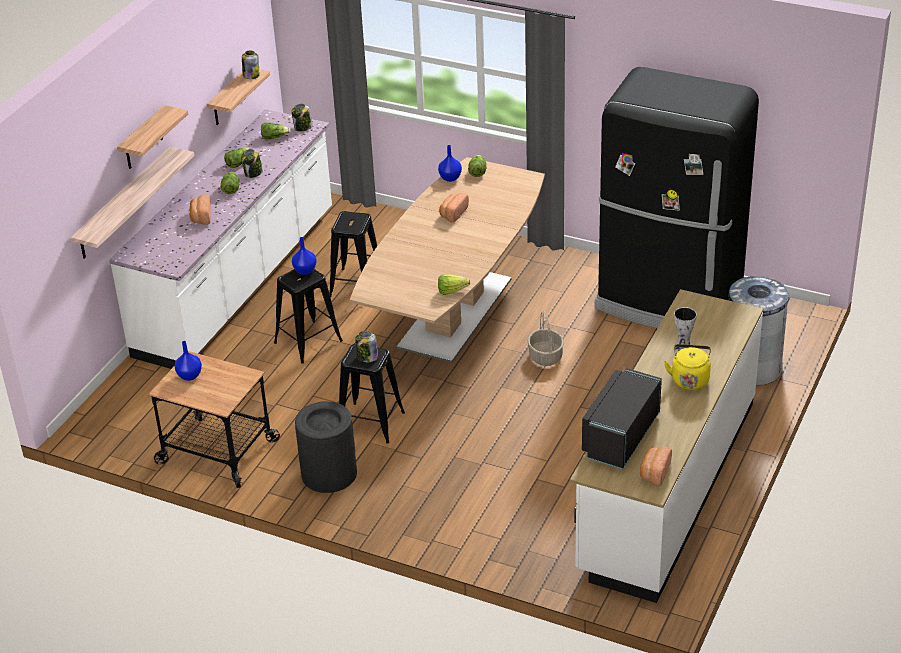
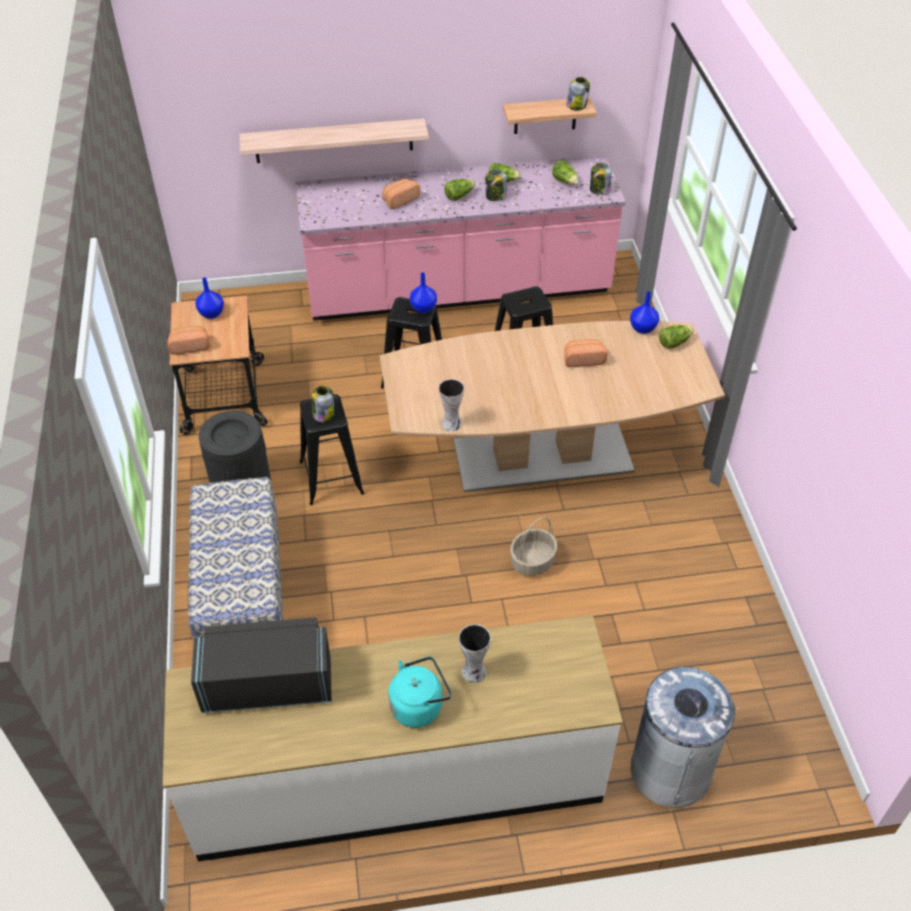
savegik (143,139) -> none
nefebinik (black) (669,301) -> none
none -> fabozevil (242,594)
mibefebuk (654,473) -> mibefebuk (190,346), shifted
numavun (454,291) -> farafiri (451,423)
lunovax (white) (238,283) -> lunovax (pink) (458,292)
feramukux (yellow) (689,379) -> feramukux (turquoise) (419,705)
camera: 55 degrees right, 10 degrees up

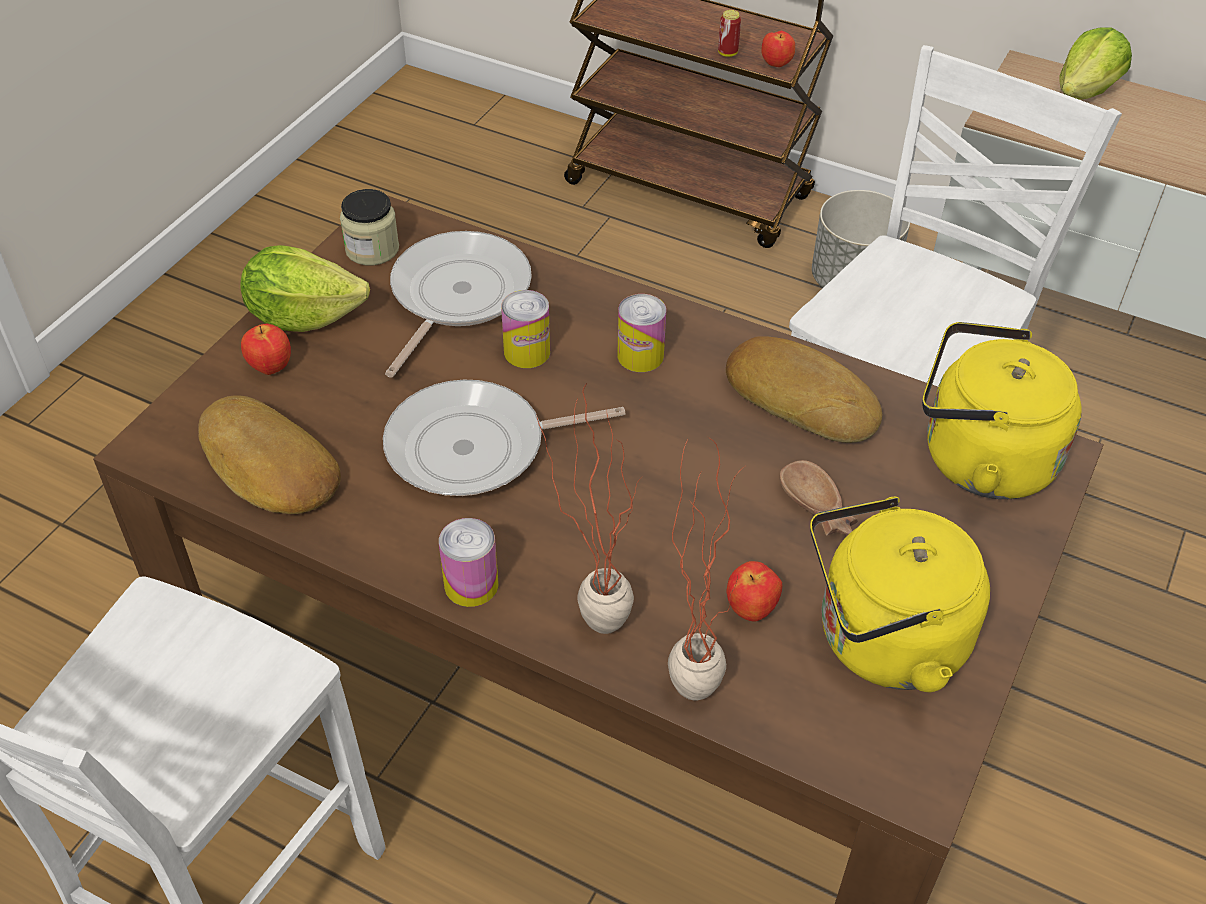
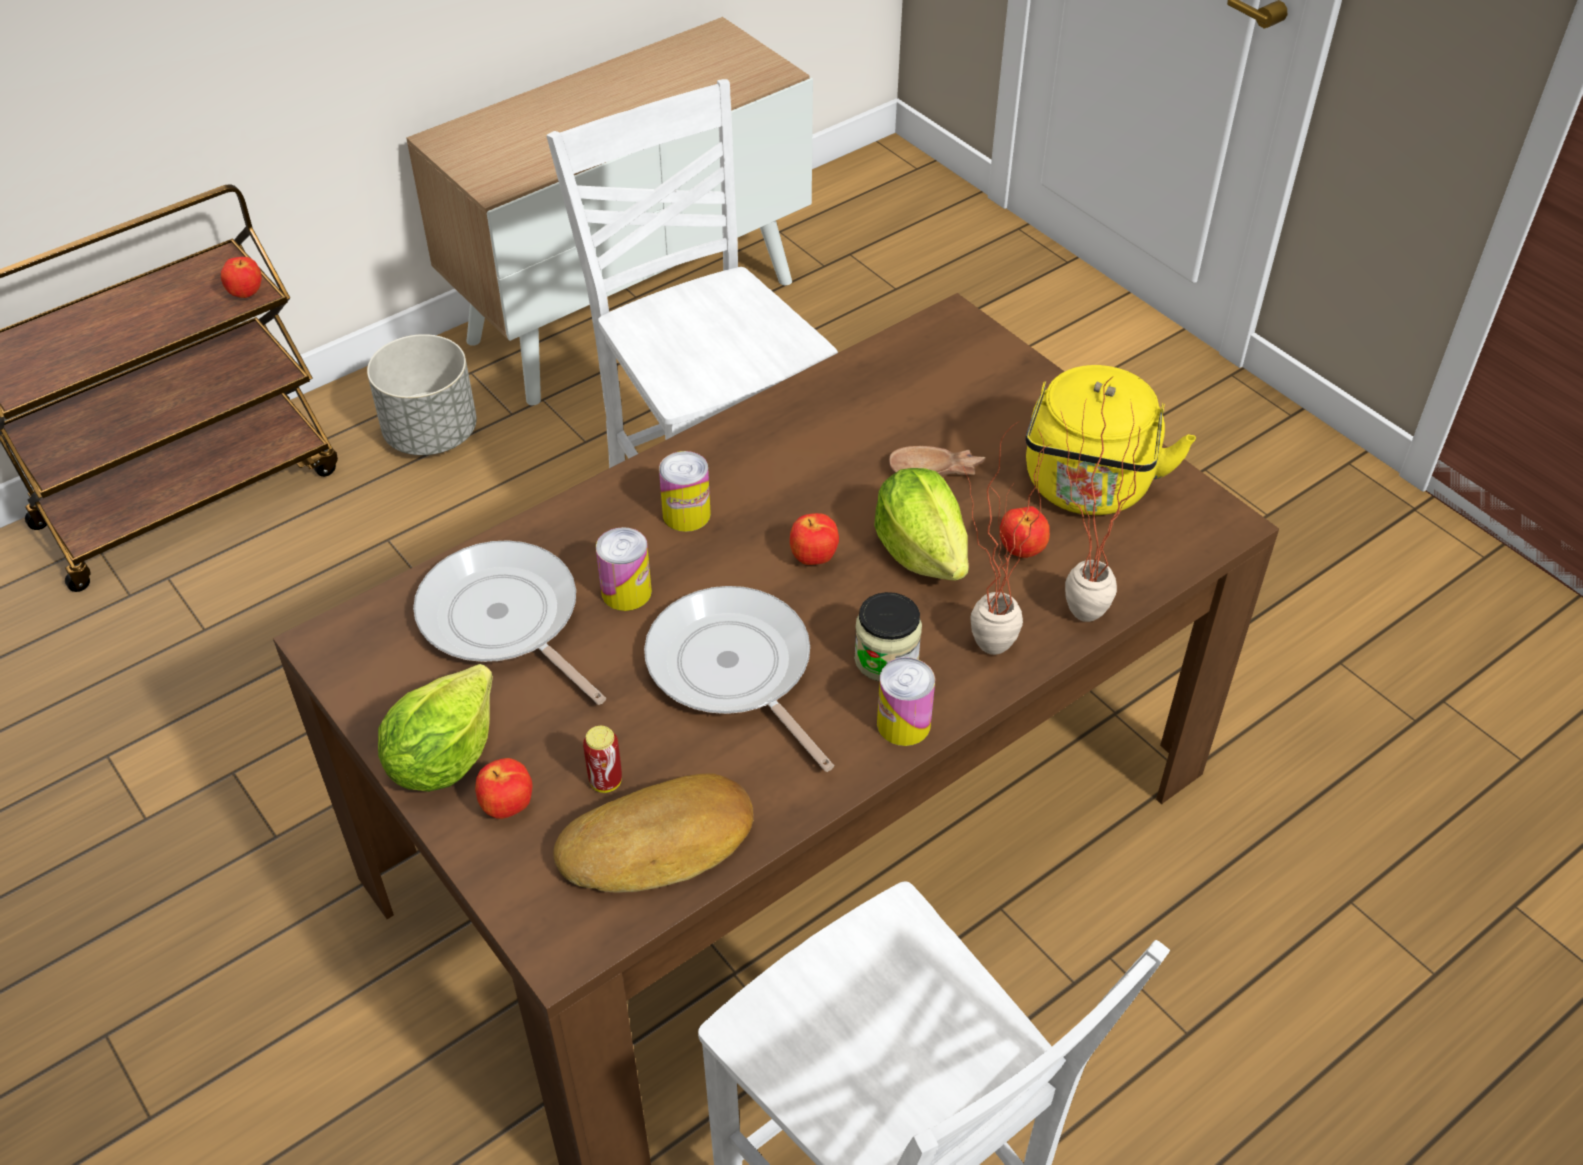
mibefebuk (802,397) -> none
feramukux (yellow) (978,459) -> none
none -> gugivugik (813,559)
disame (372,249) -> disame (886,659), shifted
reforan (727,53) -> reforan (606,781), shifted
numavun (1086,92) -> numavun (921,551), shifted
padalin (475,448) -> padalin (733,670), 135 degrees clockwise
camera: 65 degrees left, 0 degrees up

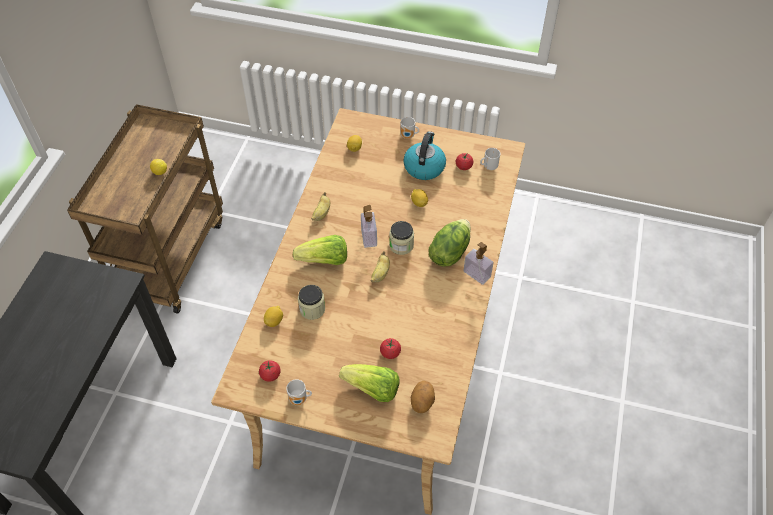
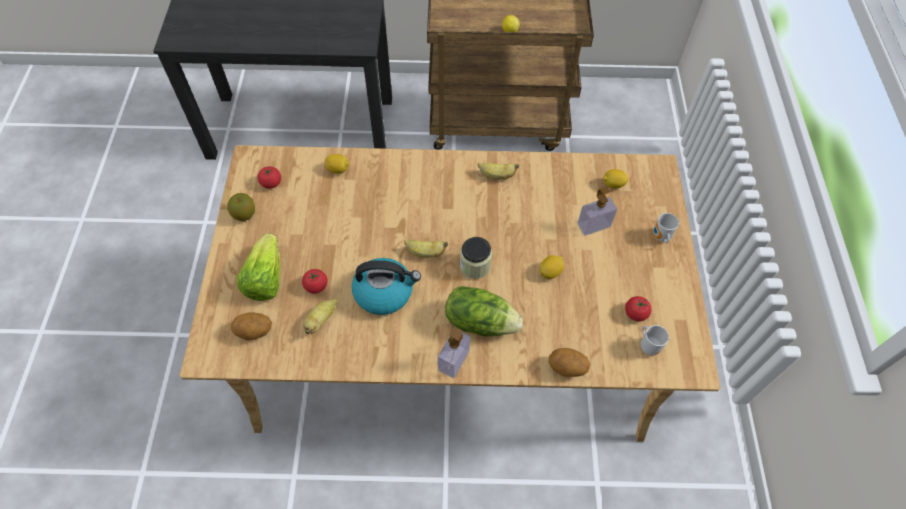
numavun (324,261) -> none
disame (312,309) -> none
none -> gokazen (321,320)
none -> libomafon (566,368)
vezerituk (369,237) -> vezerituk (593,225), shifted
feramukux (424,166) -> feramukux (384,292), shifted
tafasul (299,400) -> gugivugik (244,215)
camera: 75 degrees right, 5 degrees up

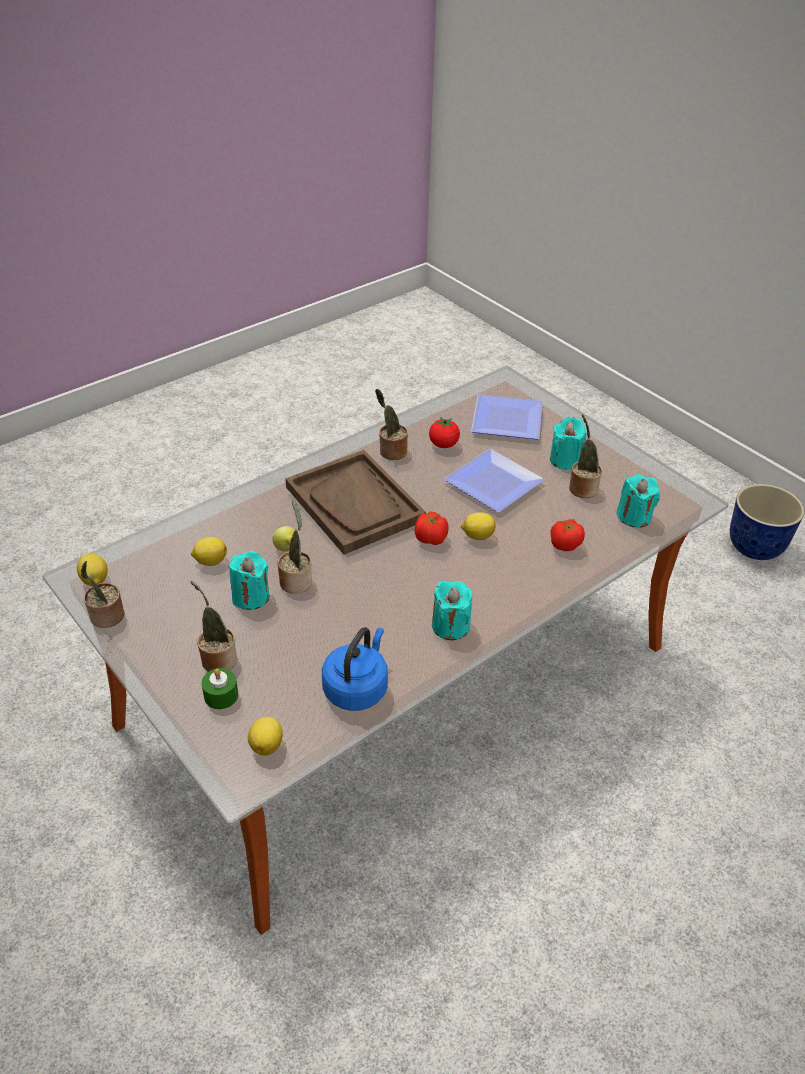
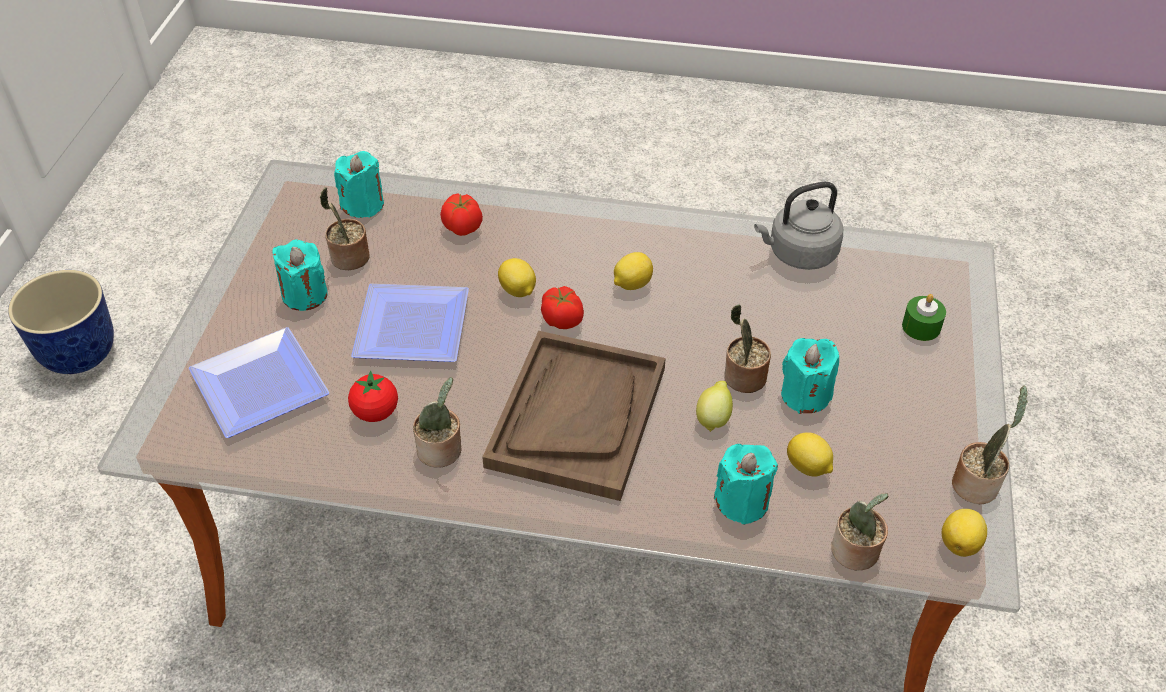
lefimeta (217,659) -> lefimeta (855,553), shifted
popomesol (267,745) -> popomesol (631,284), shifted
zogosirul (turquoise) (450,626) -> zogosirul (turquoise) (742,502), shifted
feramukux (blue) (357,688) -> feramukux (grey) (799,254)
camera: 130 degrees left, 5 degrees up

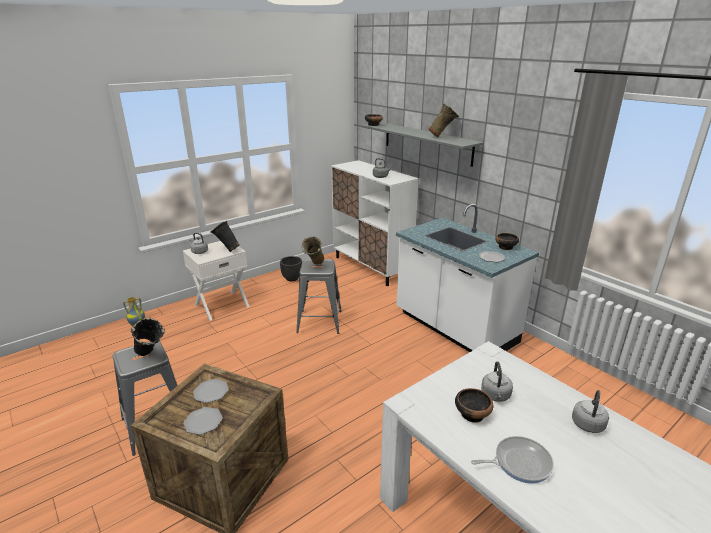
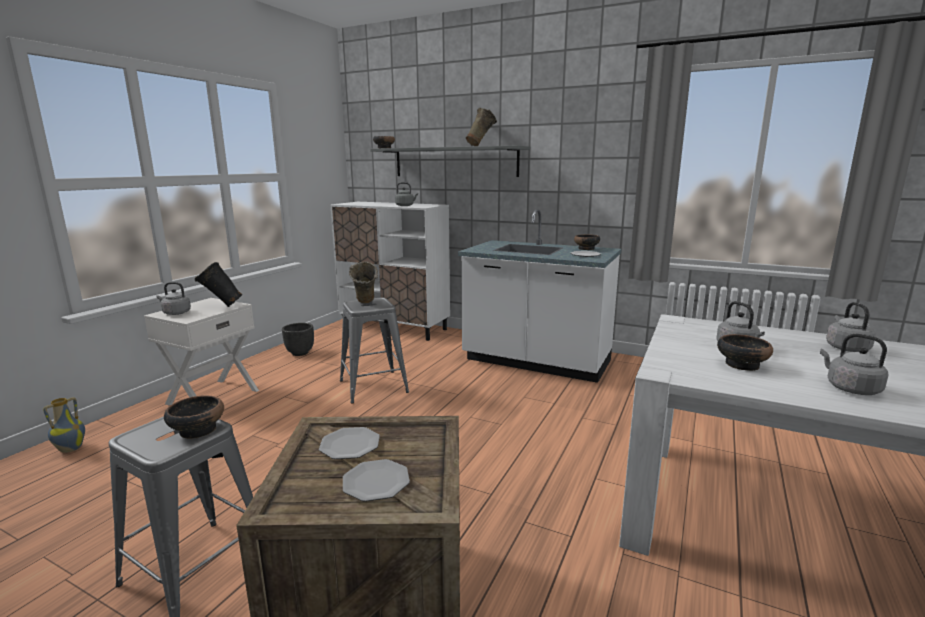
farafiri (black) (151,358) -> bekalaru (197,430)
padalin (519,462) -> feramukux (grey) (850,388)
camera: 25 degrees left, 10 degrees down

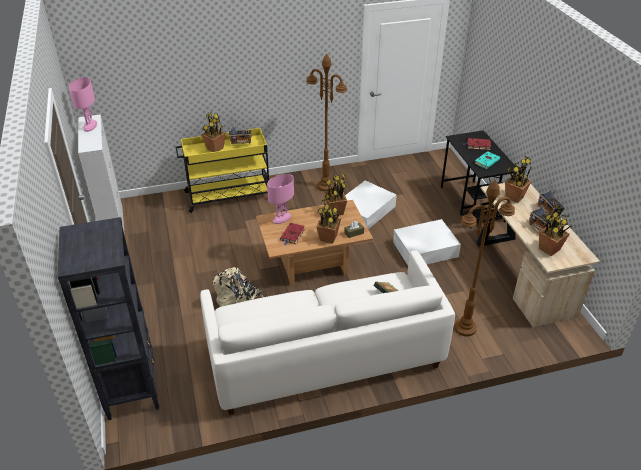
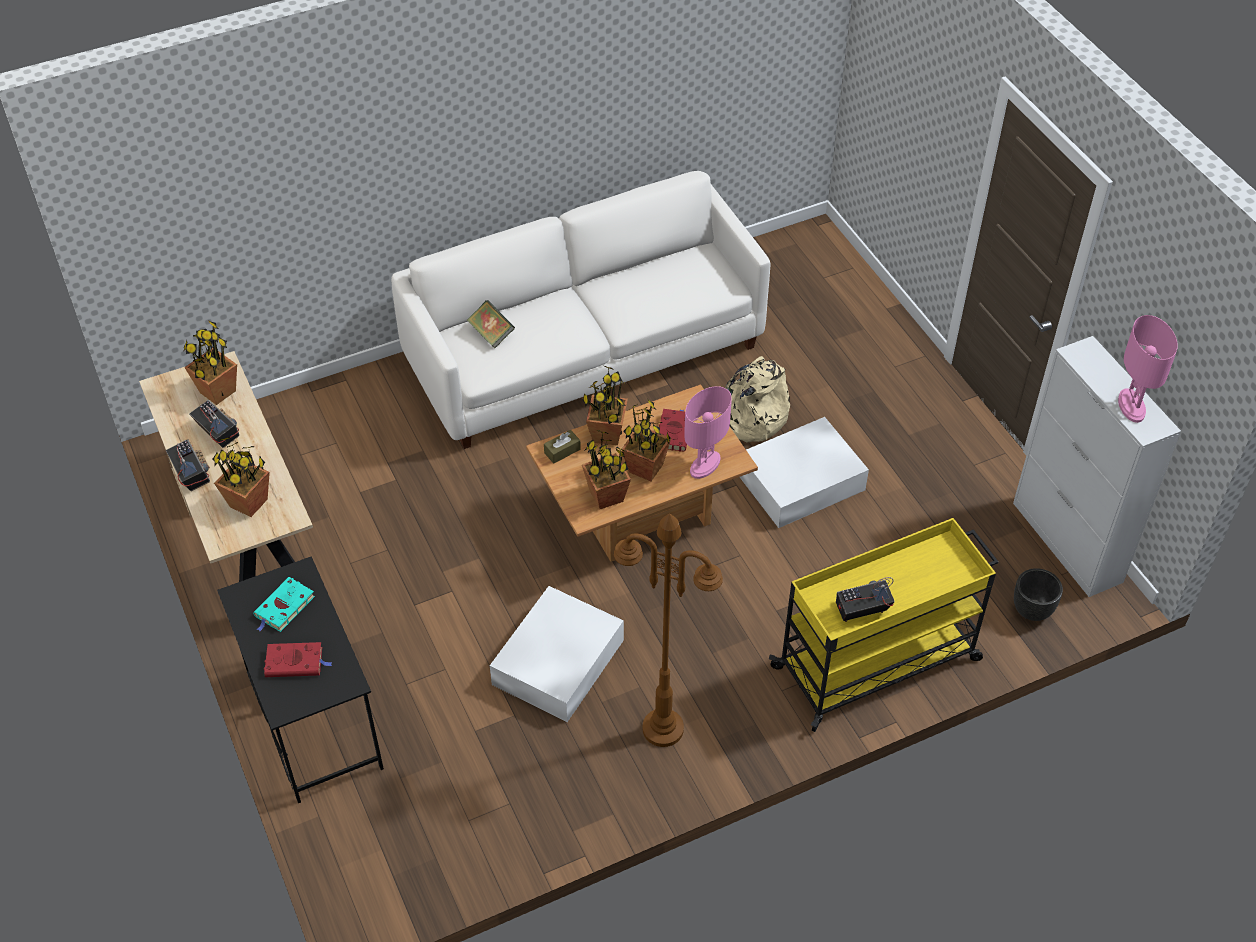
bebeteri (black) (132,388) -> none
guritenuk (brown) (465,328) -> none
none -> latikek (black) (1032,611)
lefimeta (214,148) -> lefimeta (646,468), shifted
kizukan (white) (424,249) -> kizukan (white) (802,481), shifted
camera: 170 degrees right, 10 degrees up

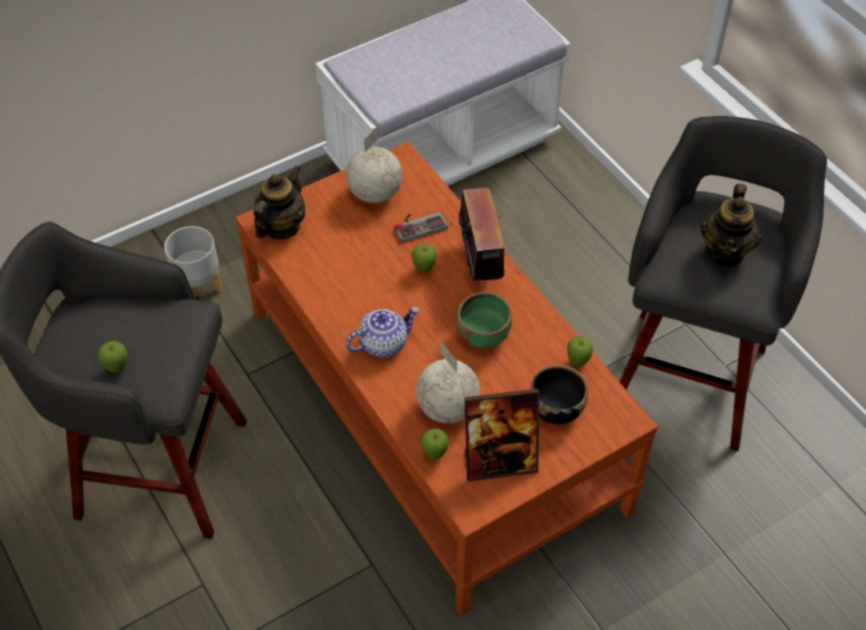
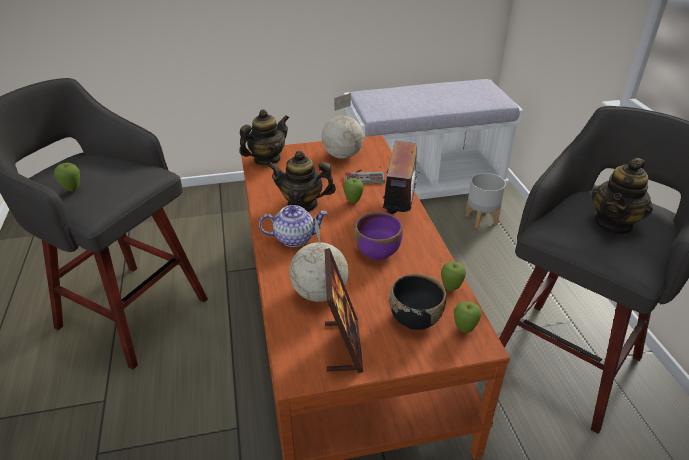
none -> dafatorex (302,205)
latikek (grey) (198,287) -> latikek (grey) (480,219), shifted
gugivugik (434,455) -> gugivugik (464,330), shifted
bekalaru (green) (484,335) -> bekalaru (purple) (378,251)
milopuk (499,462) -> milopuk (343,346), 105 degrees counterclockwise
camera: 20 degrees right, 15 degrees down

